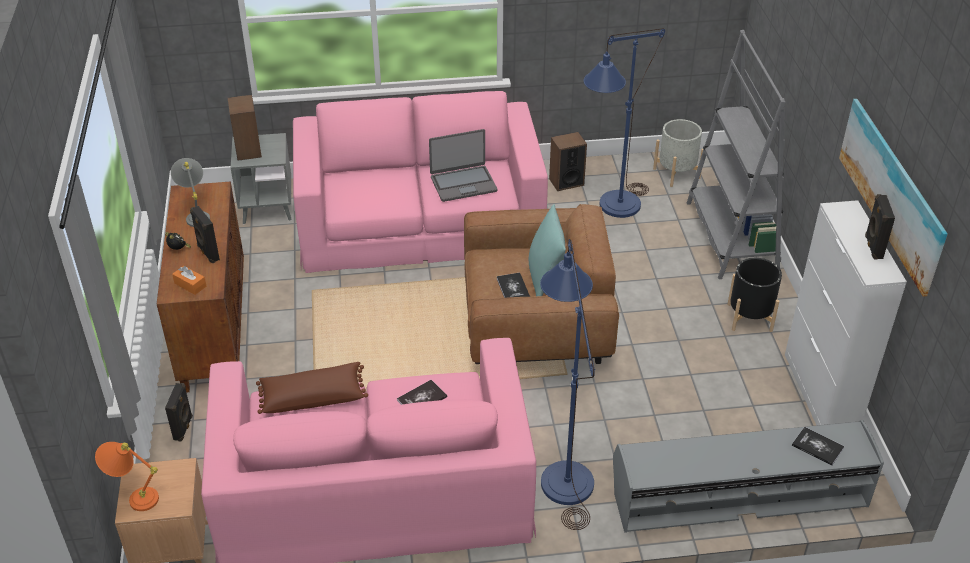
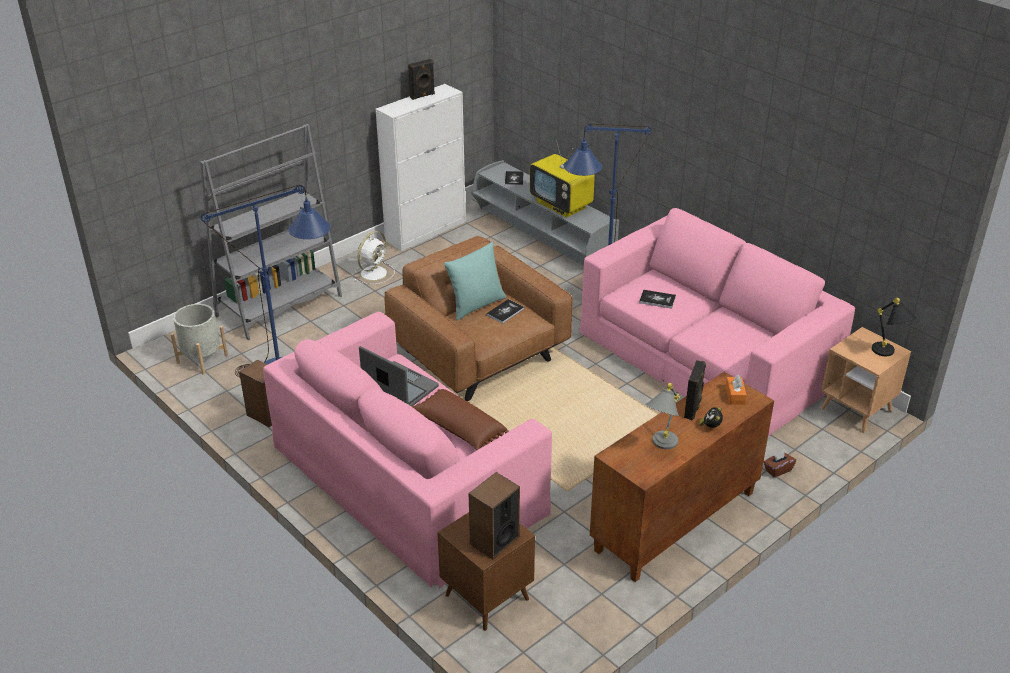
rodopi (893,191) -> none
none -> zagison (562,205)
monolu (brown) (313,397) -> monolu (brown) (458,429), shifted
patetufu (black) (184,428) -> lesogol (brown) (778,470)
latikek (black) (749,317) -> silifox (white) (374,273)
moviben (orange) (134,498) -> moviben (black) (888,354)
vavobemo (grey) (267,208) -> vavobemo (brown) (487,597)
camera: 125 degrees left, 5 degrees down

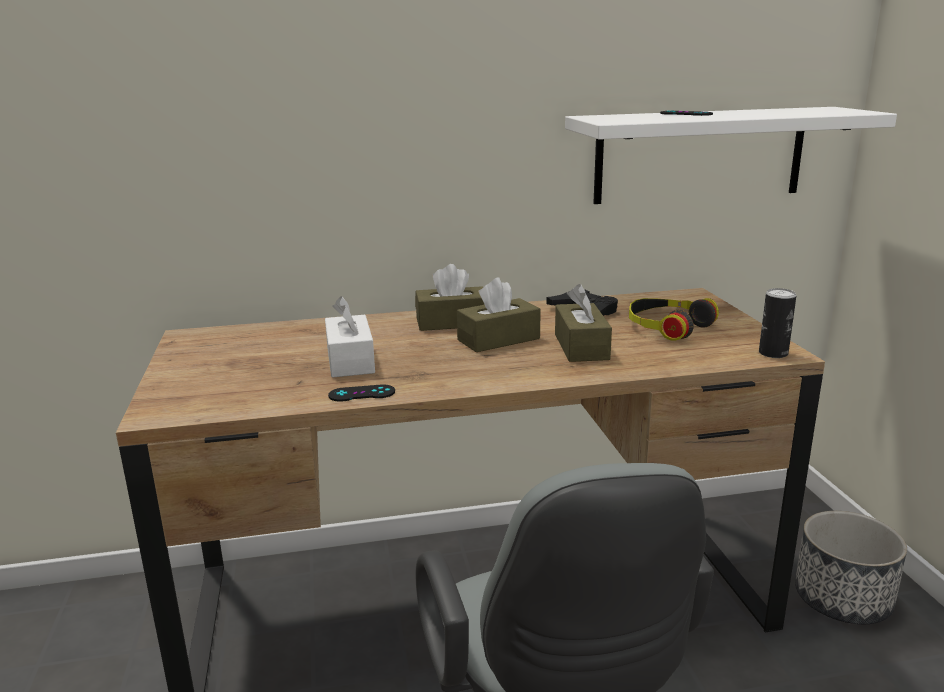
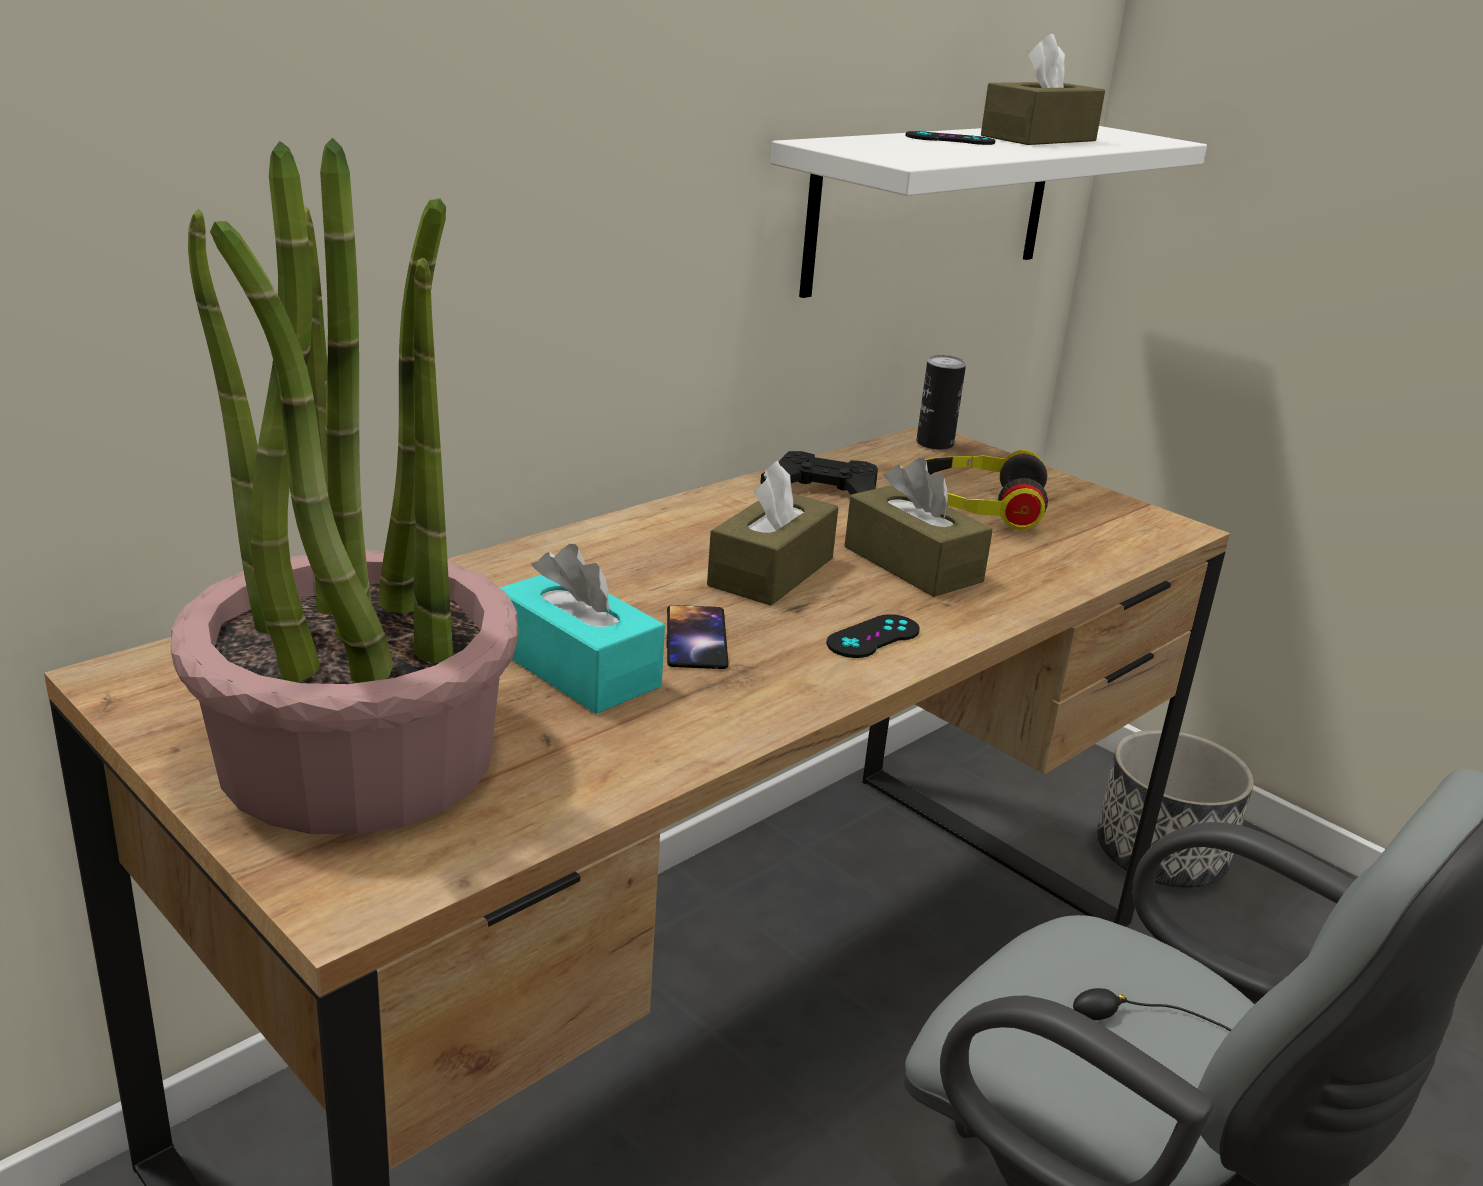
none -> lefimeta (357,757)
none -> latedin (696,638)
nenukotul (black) (362,393) -> nenukotul (black) (873,637), shifted
lesogol (brown) (452,322) -> lesogol (brown) (1038,138), shifted
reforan (773,353) -> reforan (934,444), shifted
lesogol (white) (350,360) -> lesogol (turquoise) (577,668)
camera: 35 degrees left, 5 degrees up

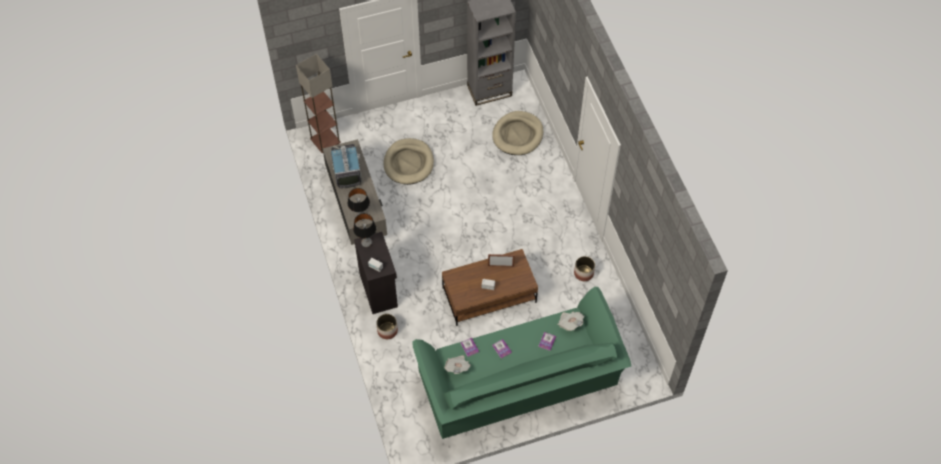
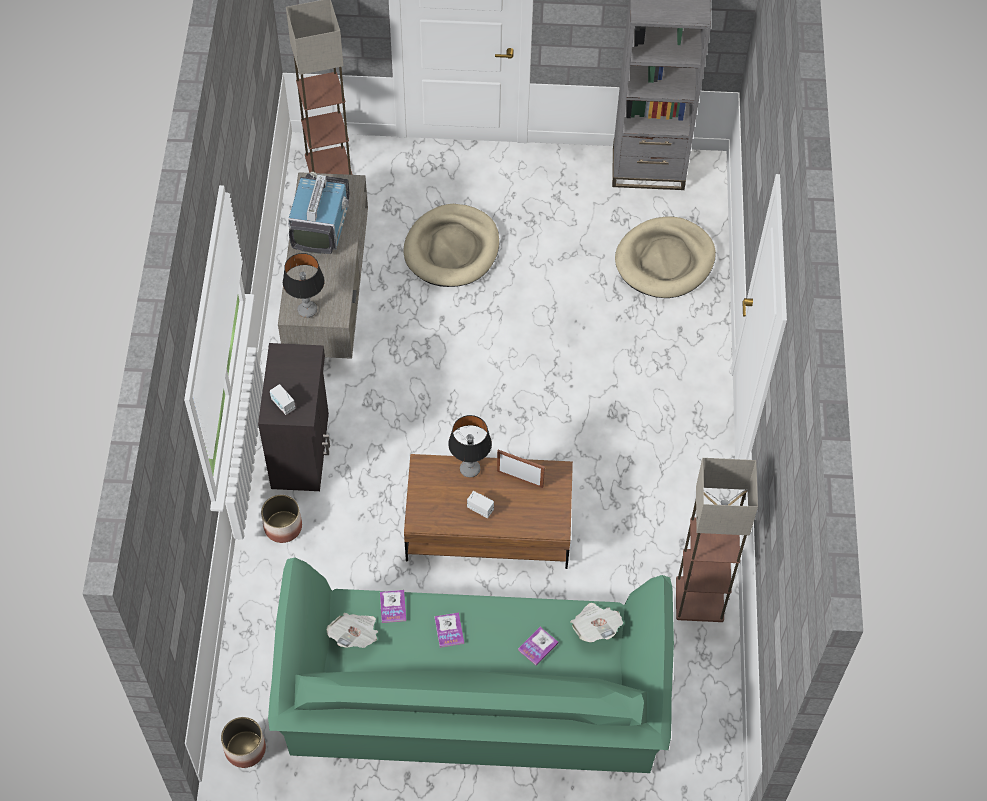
none -> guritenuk (698,600)
moviben (366,243) -> moviben (469,469), shifted
latikek (584,273) -> latikek (245,749), shifted
camera: 20 degrees right, 0 degrees up

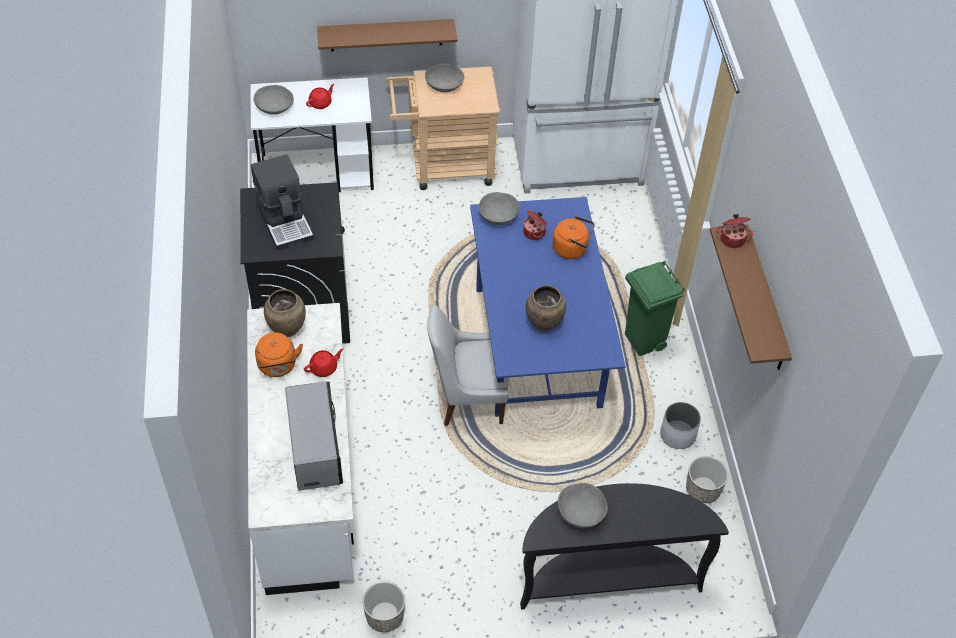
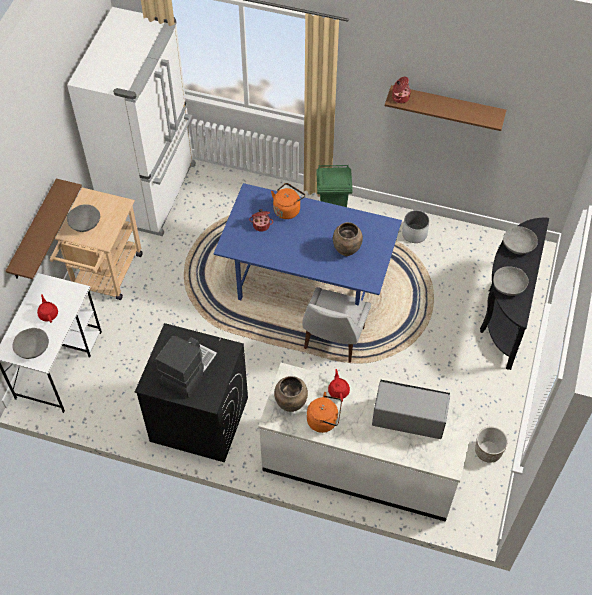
latikek (703,490) -> none
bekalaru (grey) (498,216) -> bekalaru (grey) (518,245), shifted
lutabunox (285,221) -> lutabunox (188,370), 60 degrees counterclockwise
camera: 65 degrees left, 5 degrees up

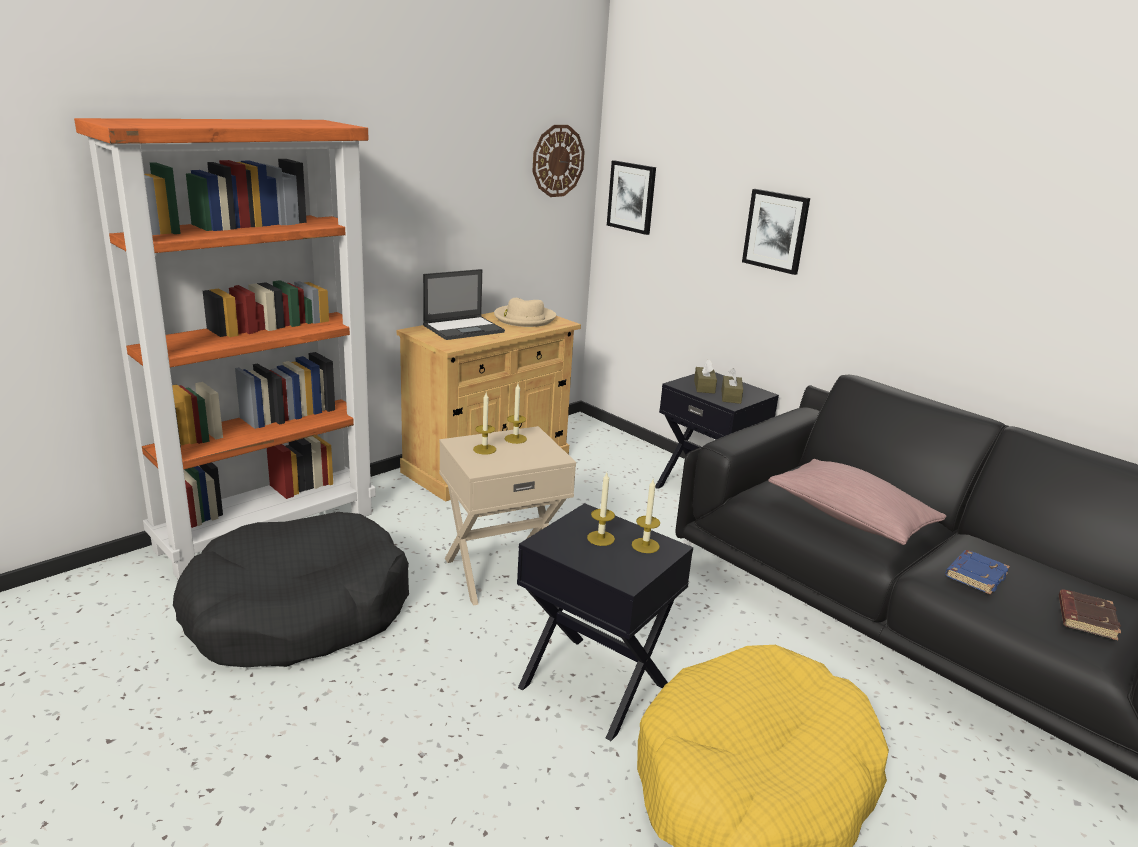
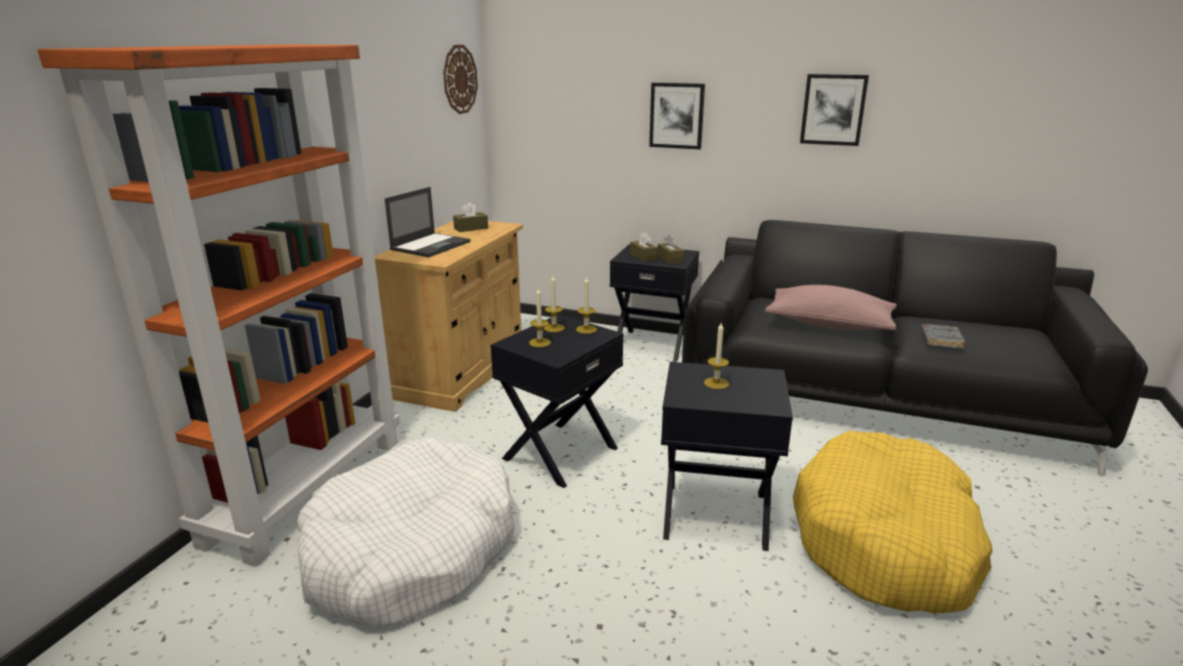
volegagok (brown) (1085,618) -> none
rodopi (632,197) -> rodopi (833,109), shifted
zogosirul (645,545) -> zogosirul (586,329), shifted
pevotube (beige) (524,318) -> lesogol (brown) (471,228)
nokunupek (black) (297,612) -> nokunupek (white) (412,551)
vavobemo (beige) (501,571) -> vavobemo (black) (559,452)
volegagok (blue) (975,575) -> volegagok (grey) (940,339)
camera: 25 degrees left, 0 degrees up

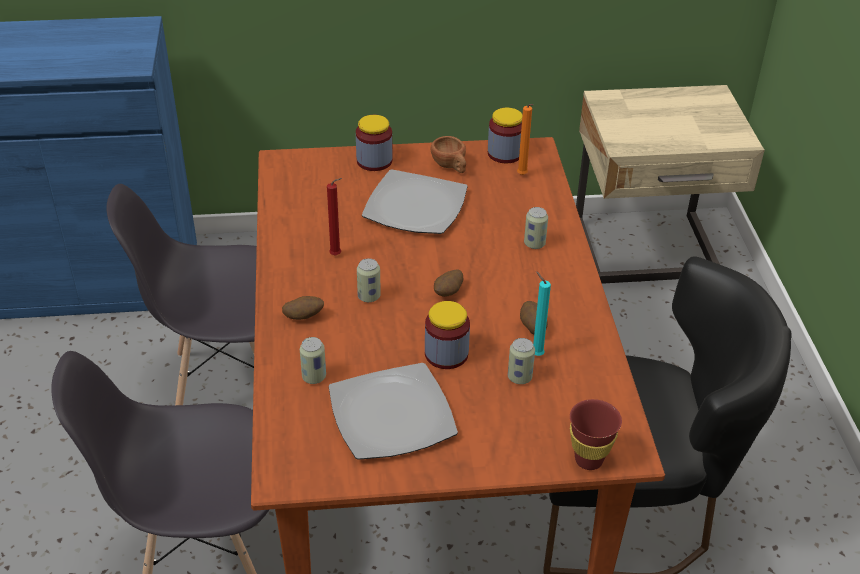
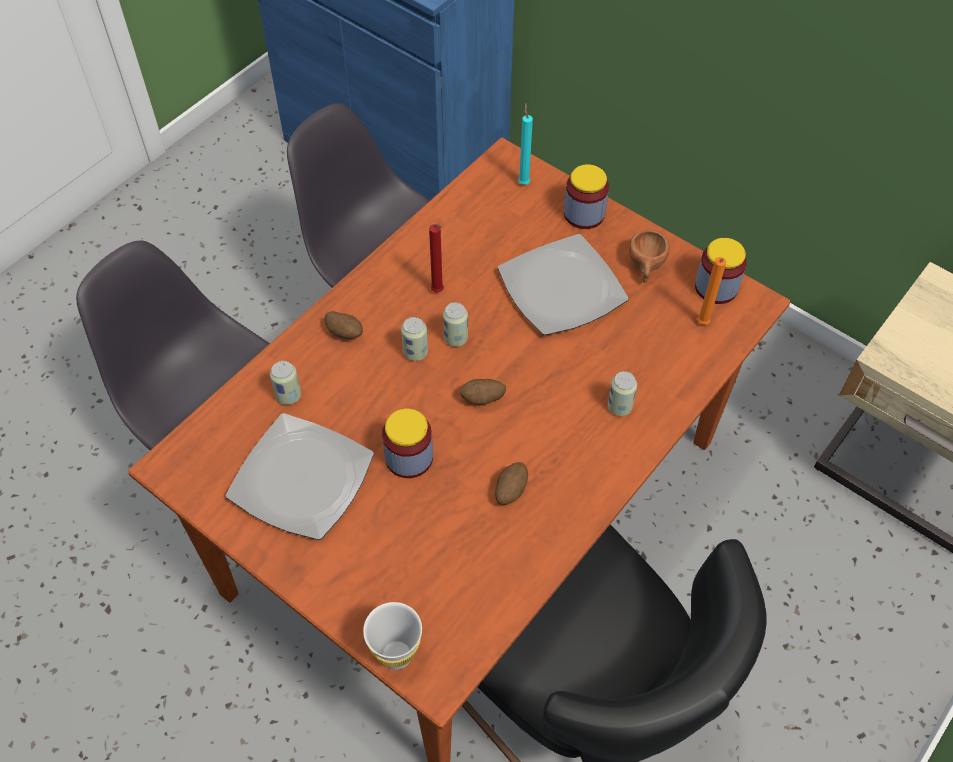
reforan (519,377) -> reforan (455,338), shifted
zogosirul (turquoise) (535,354) -> zogosirul (turquoise) (523,182), shifted
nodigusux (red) (588,460) -> nodigusux (white) (396,655)
camera: 45 degrees right, 15 degrees up

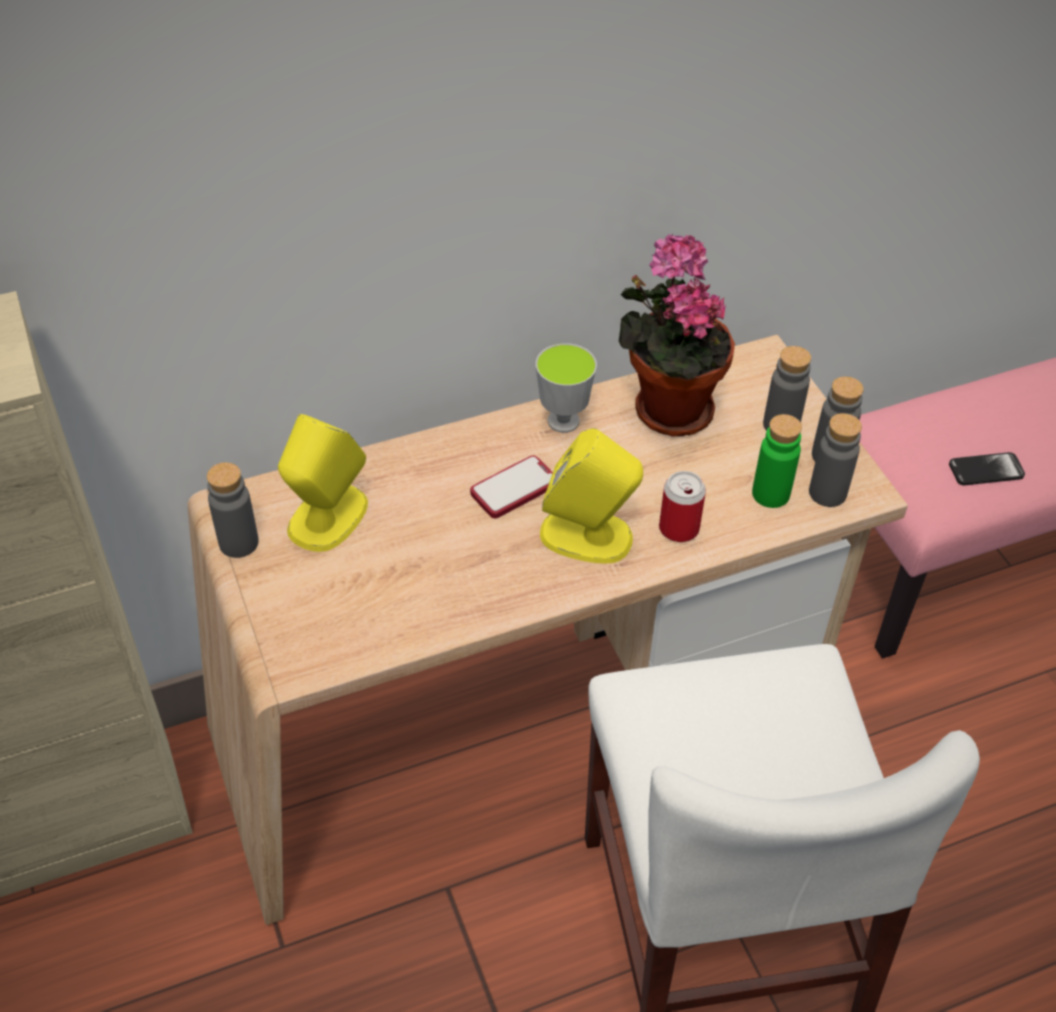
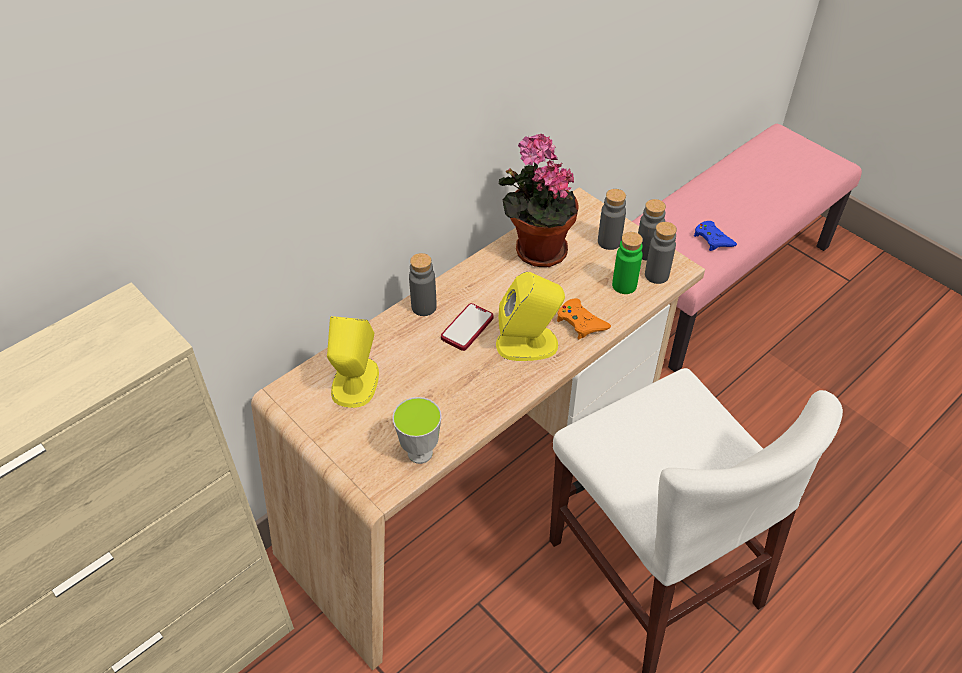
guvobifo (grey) (239,543) -> guvobifo (grey) (424,307), shifted
nodigusux (563,421) -> nodigusux (420,453), shifted
reforan (679,528) -> nenukotul (orange) (580,322)
latedin (986,470) -> nenukotul (blue) (712,239)
camera: 20 degrees left, 0 degrees up

